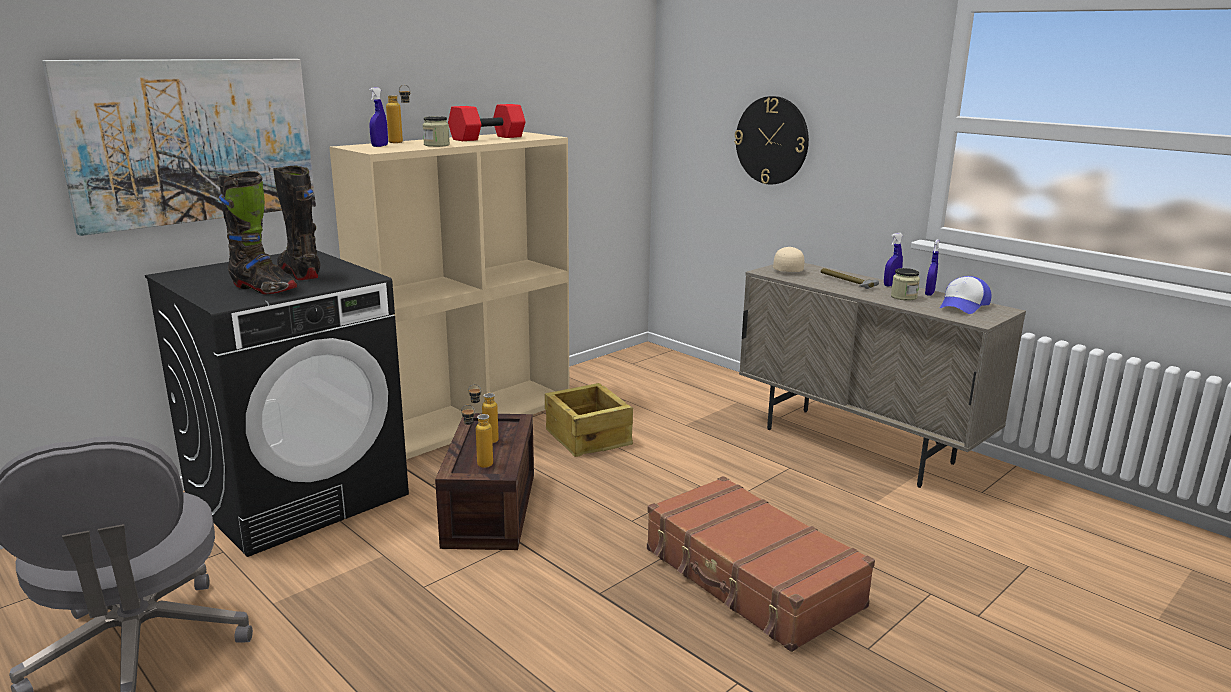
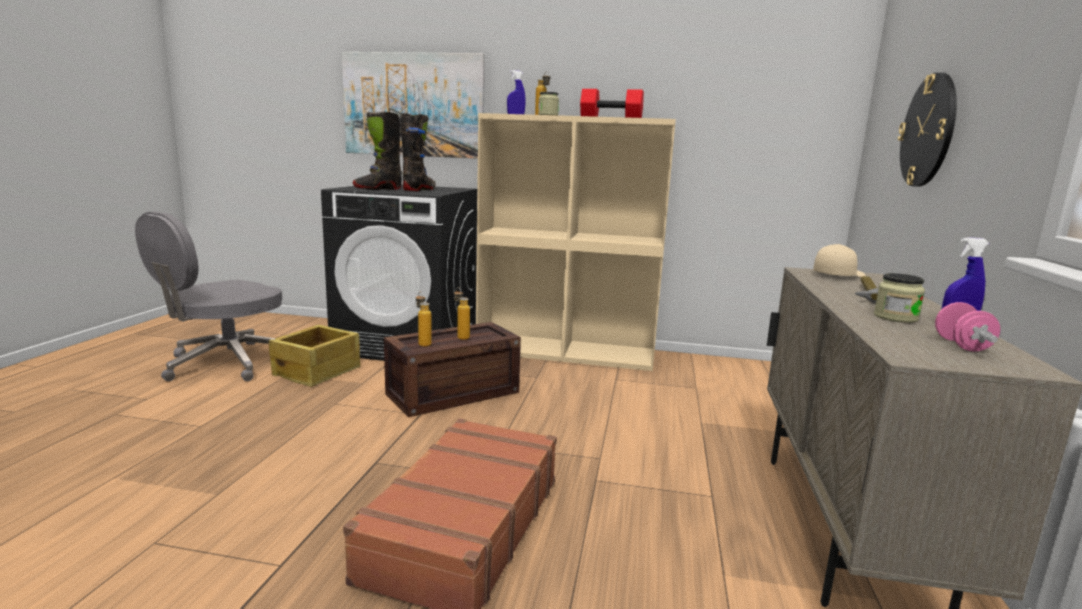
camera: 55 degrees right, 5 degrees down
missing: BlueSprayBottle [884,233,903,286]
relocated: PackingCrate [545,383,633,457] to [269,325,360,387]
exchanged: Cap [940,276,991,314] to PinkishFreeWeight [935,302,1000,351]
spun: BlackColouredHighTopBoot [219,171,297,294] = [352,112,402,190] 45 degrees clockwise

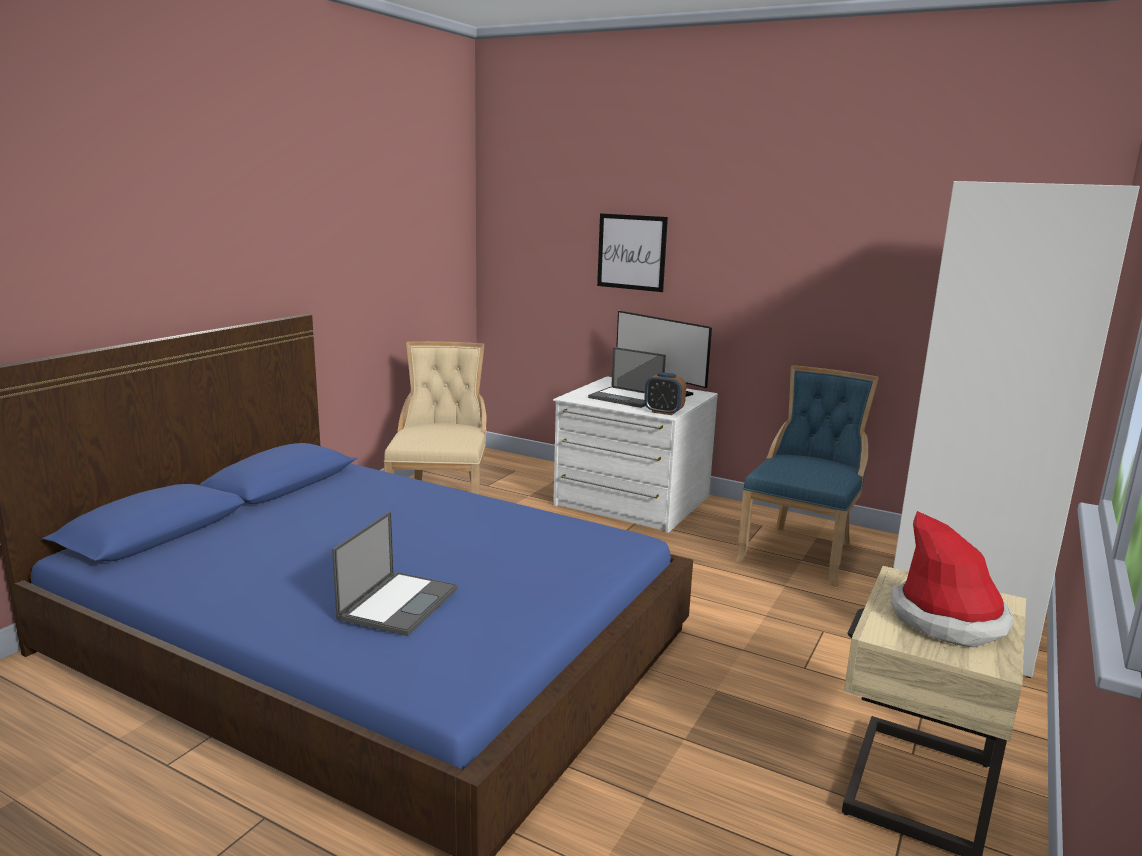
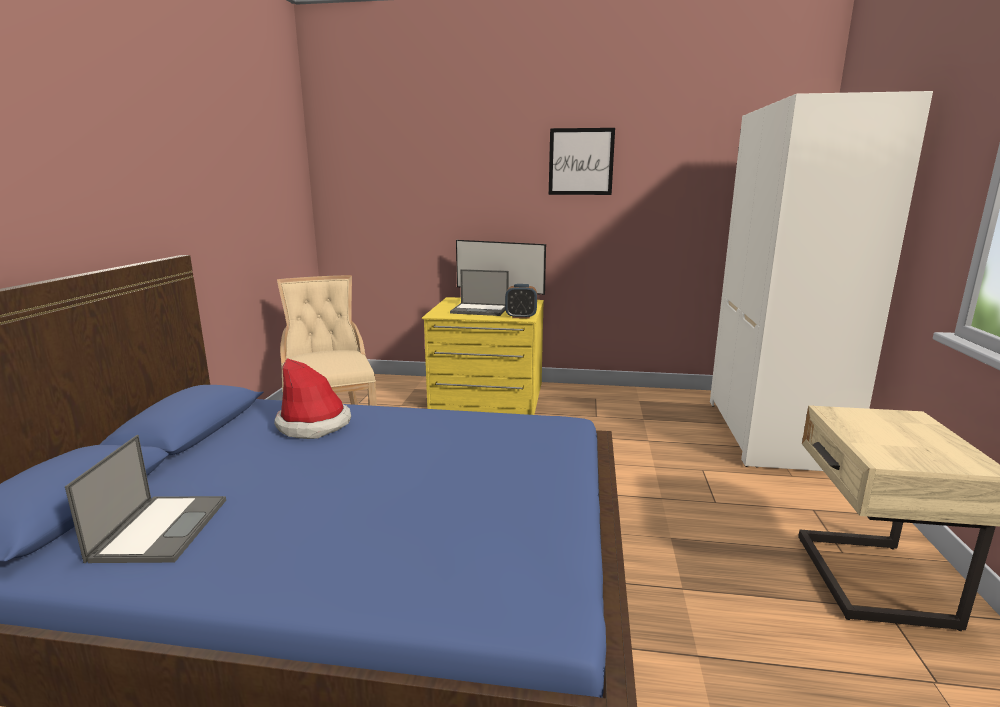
camera: 20 degrees left, 0 degrees up
missing: BluePlainChair [735,365,879,587]
relocated: WallPicture [597,213,668,292] to [549,128,615,195]; Laptop [332,511,458,636] to [65,435,226,563]; WearableHat [891,511,1013,647] to [274,358,351,439]
colour: WhiteDresser [553,377,718,533] to YellowColouredDresser [422,297,544,415]

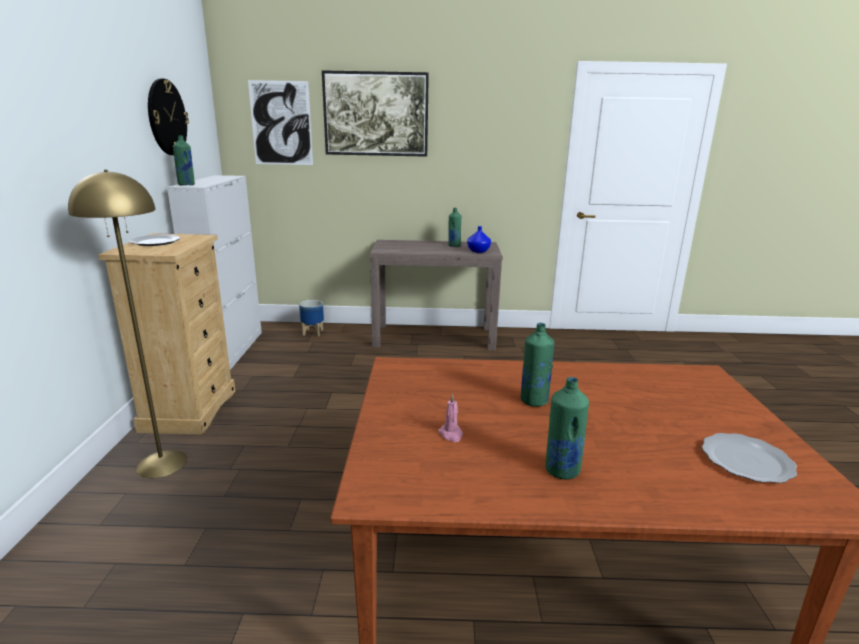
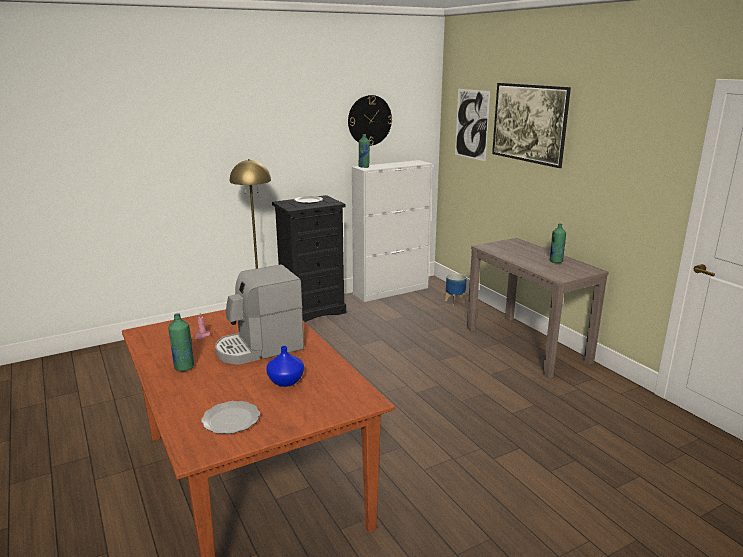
camera: 60 degrees right, 0 degrees up
relocated: BlueFlowerVase [467,226,491,253] to [266,346,304,387]
exchanged: GreenColouredDrinkBottle [520,323,554,407] to CoffeeMachine [215,265,304,365]
colour: BeigeColouredDresser [98,233,235,435] to BlackColouredDresser [272,195,346,322]

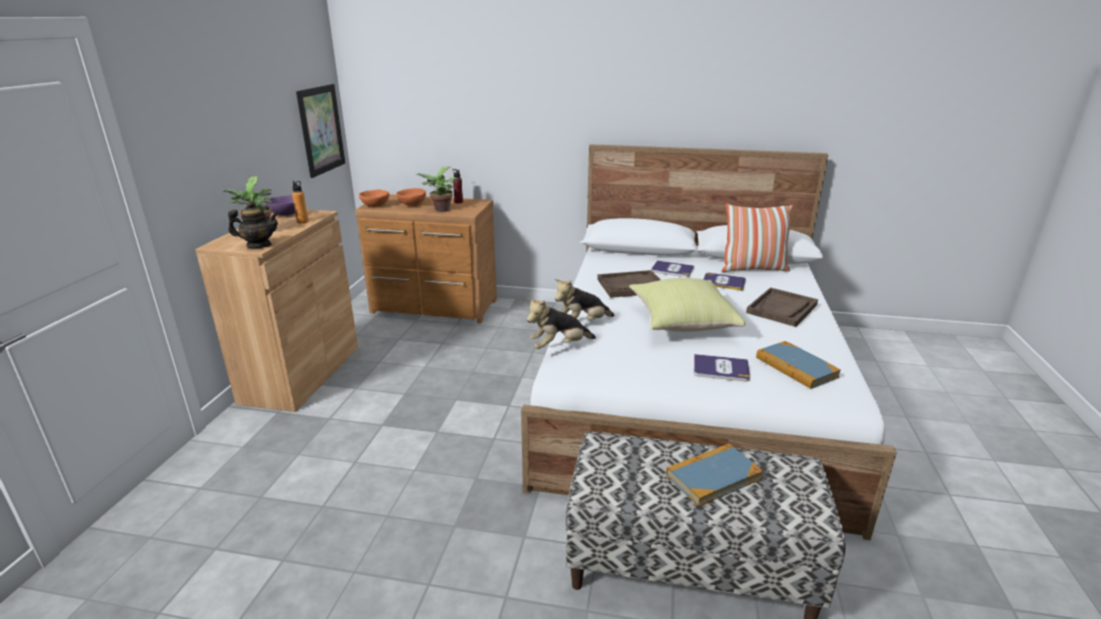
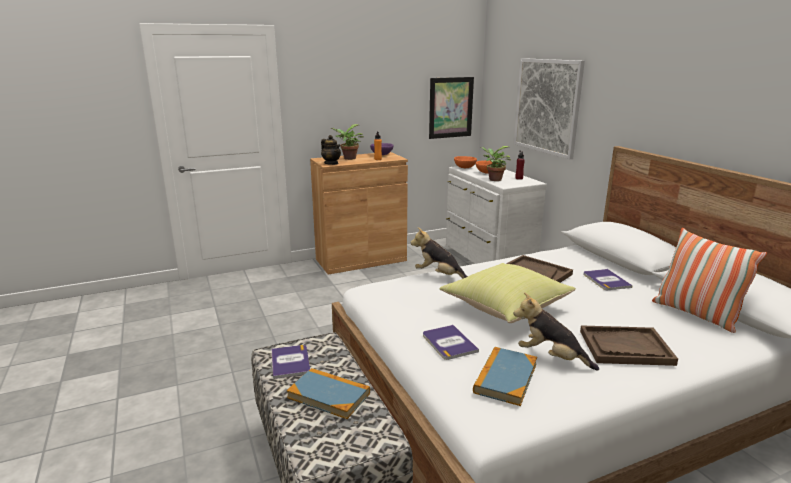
camera: 55 degrees right, 5 degrees down
appeared: WallPicture [514,58,585,159]
relocated: BoundBook [703,273,746,291] to [272,345,310,379]; CuddlyToy [527,298,596,349] to [514,292,599,371]
colour: BrownColouredDresser [355,194,497,324] to WhiteDresser [446,164,547,264]

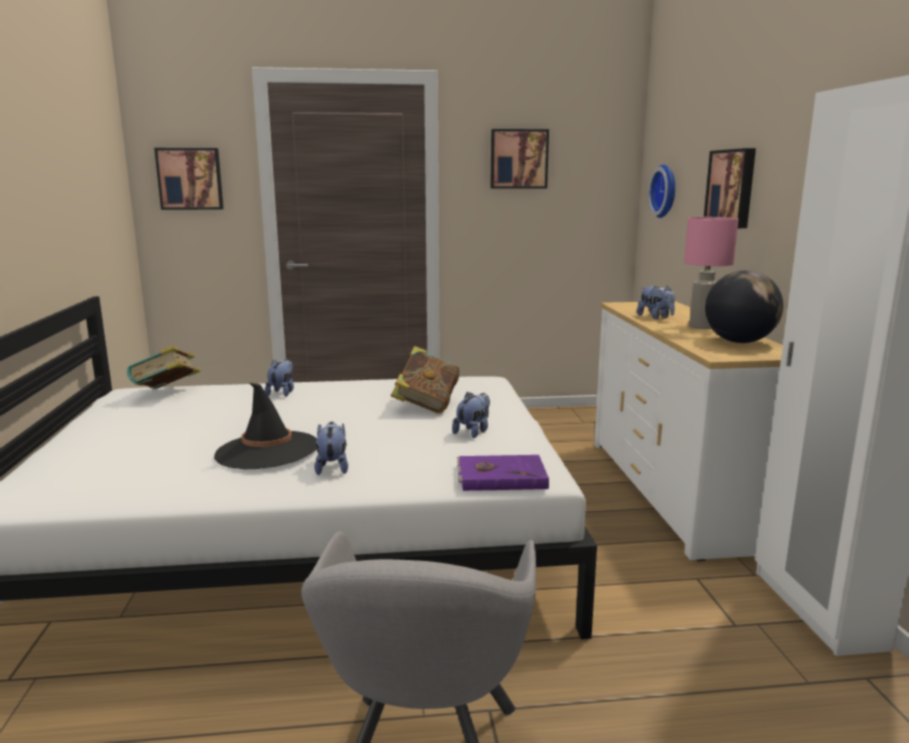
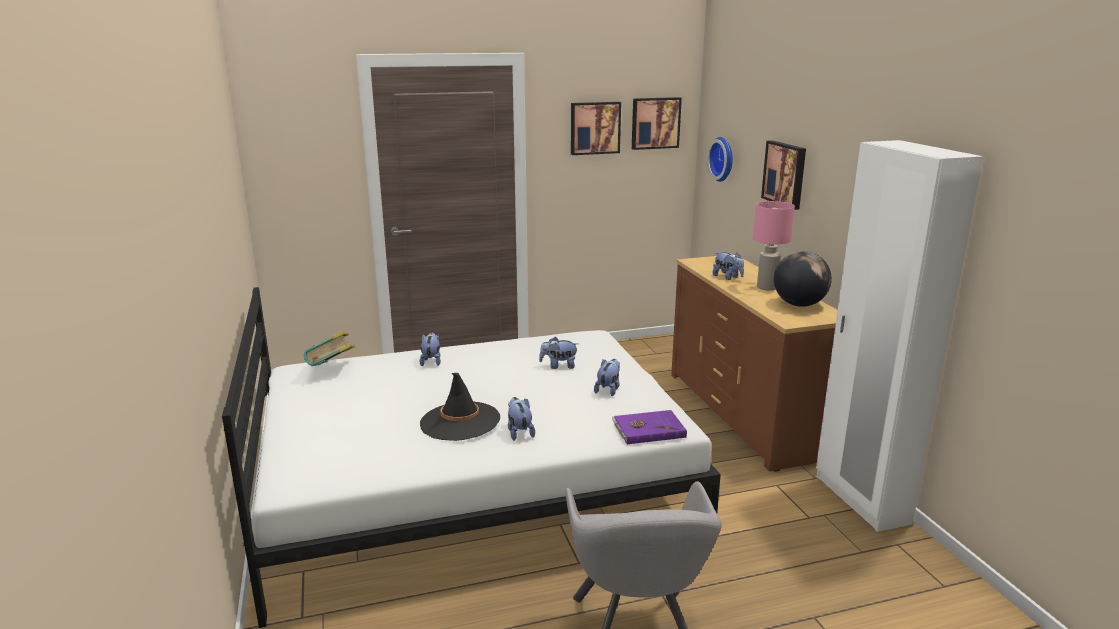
camera: 10 degrees left, 5 degrees up
relocated: WallPicture [154,148,224,210] to [632,97,682,150]
exchanged: BoundBook [391,346,459,414] to CuddlyToy [539,337,578,369]
colour: WhiteDresser [594,301,783,561] to BrownColouredDresser [671,254,838,472]

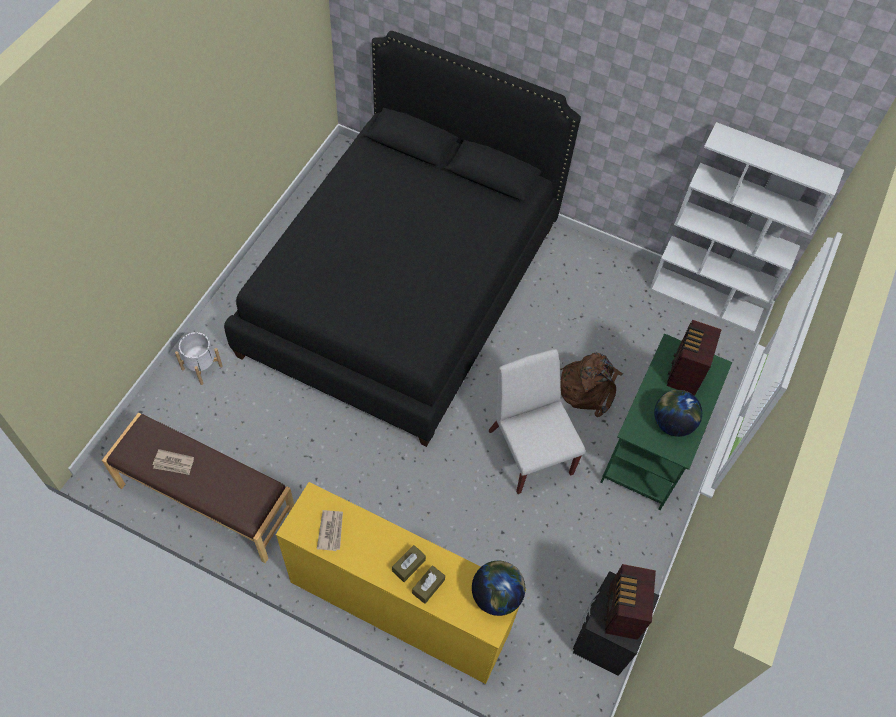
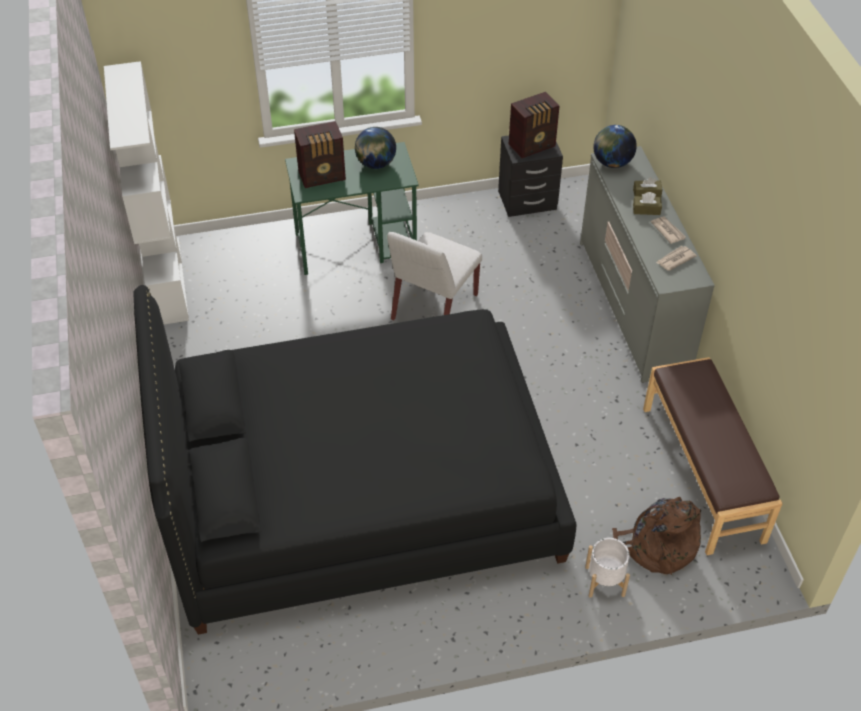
camera: 125 degrees left, 10 degrees down
relocated: BrownColouredRucksack [560,353,623,417] to [612,497,701,576]; PrintedPaper [153,449,194,475] to [651,216,686,244]
colour: YellowColouredDresser [276,482,526,684] to GreyDresser [580,146,715,383]

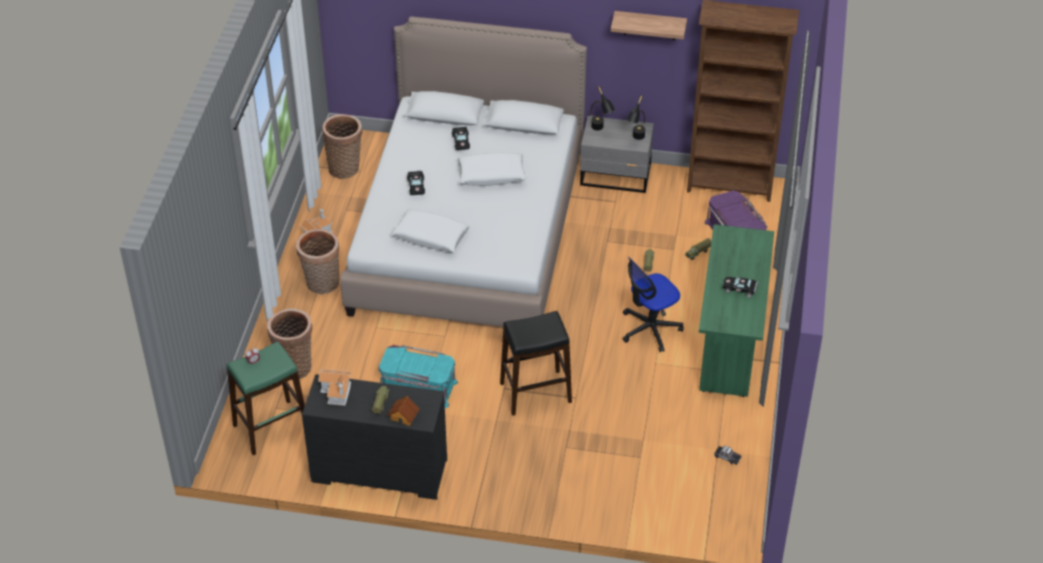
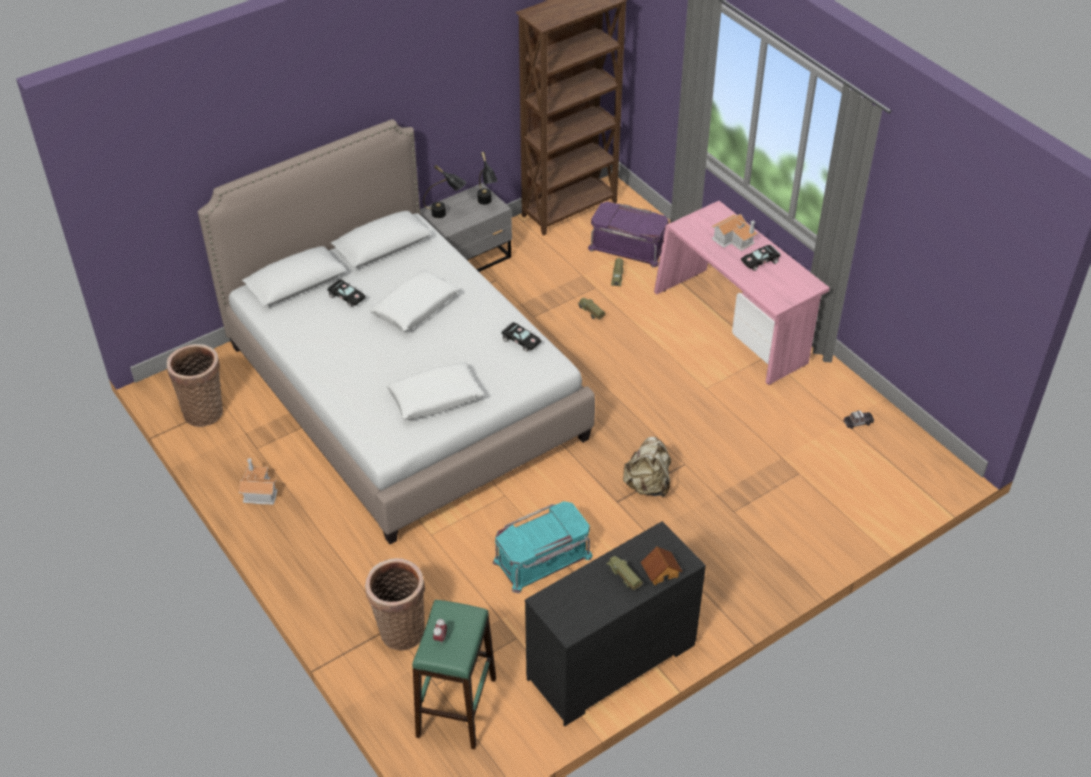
camera: 45 degrees left, 0 degrees up
missing: BracketShelf [611,11,687,40]; Basket [296,229,340,294]; DeskChair [622,257,684,352]
relocated: BlackColouredMiniatureCar [407,171,425,195] to [501,322,541,352]; ModelHouse [318,369,352,406] to [711,214,758,251]
exchanged: BlackColouredStool [500,311,572,416] to BeigeColouredRucksack [623,437,671,497]
colour: GreenColouredDesk [699,224,774,397] to PinkishDesk [654,201,830,385]

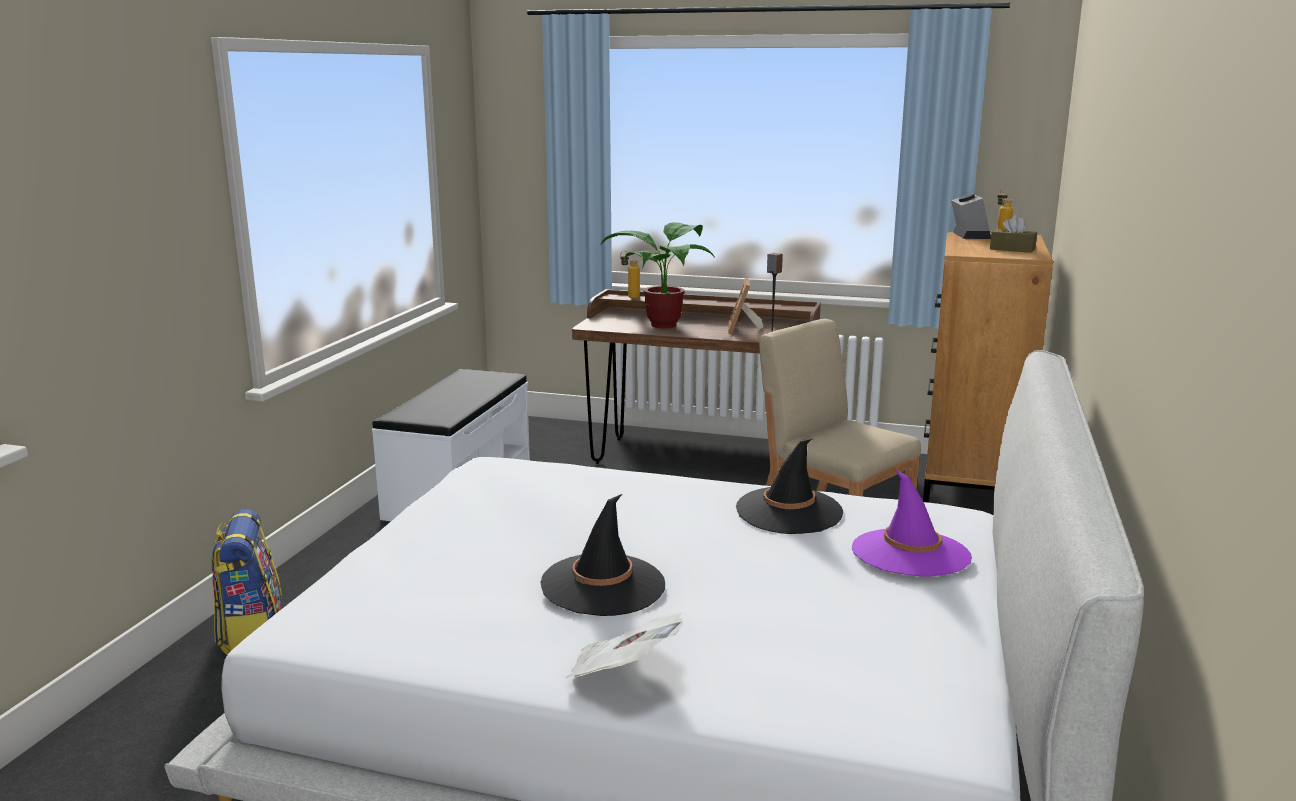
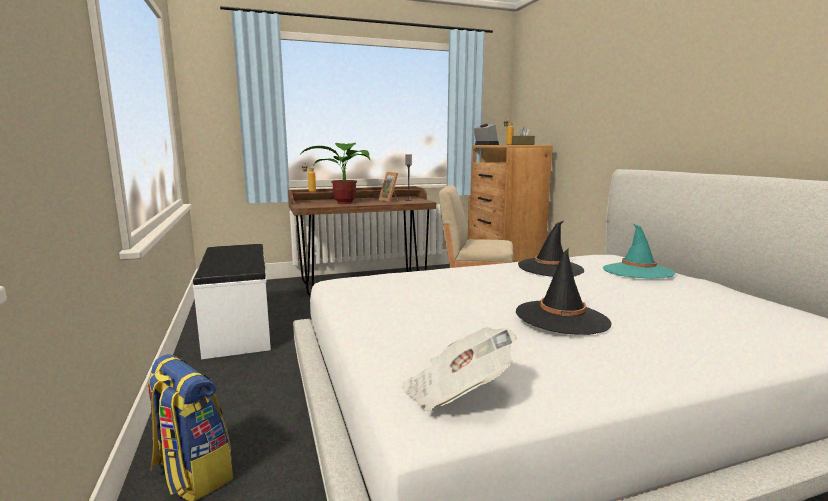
camera: 35 degrees left, 5 degrees down
relocated: PrintedPaper [566,612,683,678] to [402,327,517,412]
colour: PurpleColouredWearableHat [852,470,972,576] to BlueGreenWearableHat [603,224,676,279]

